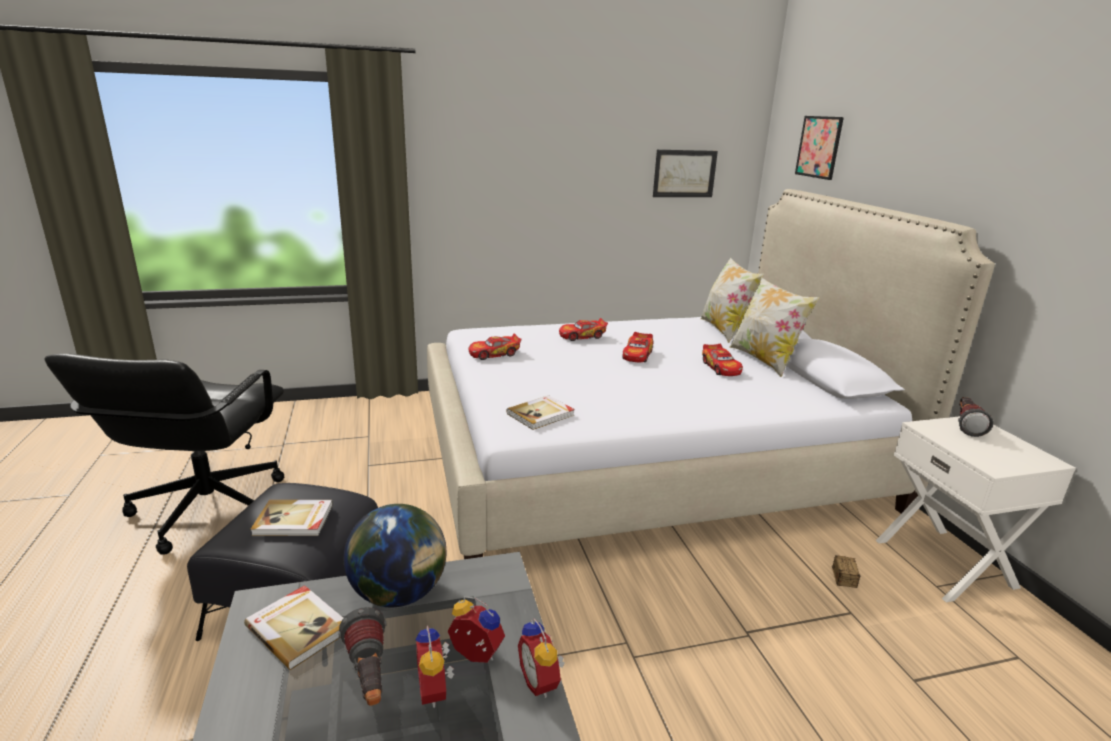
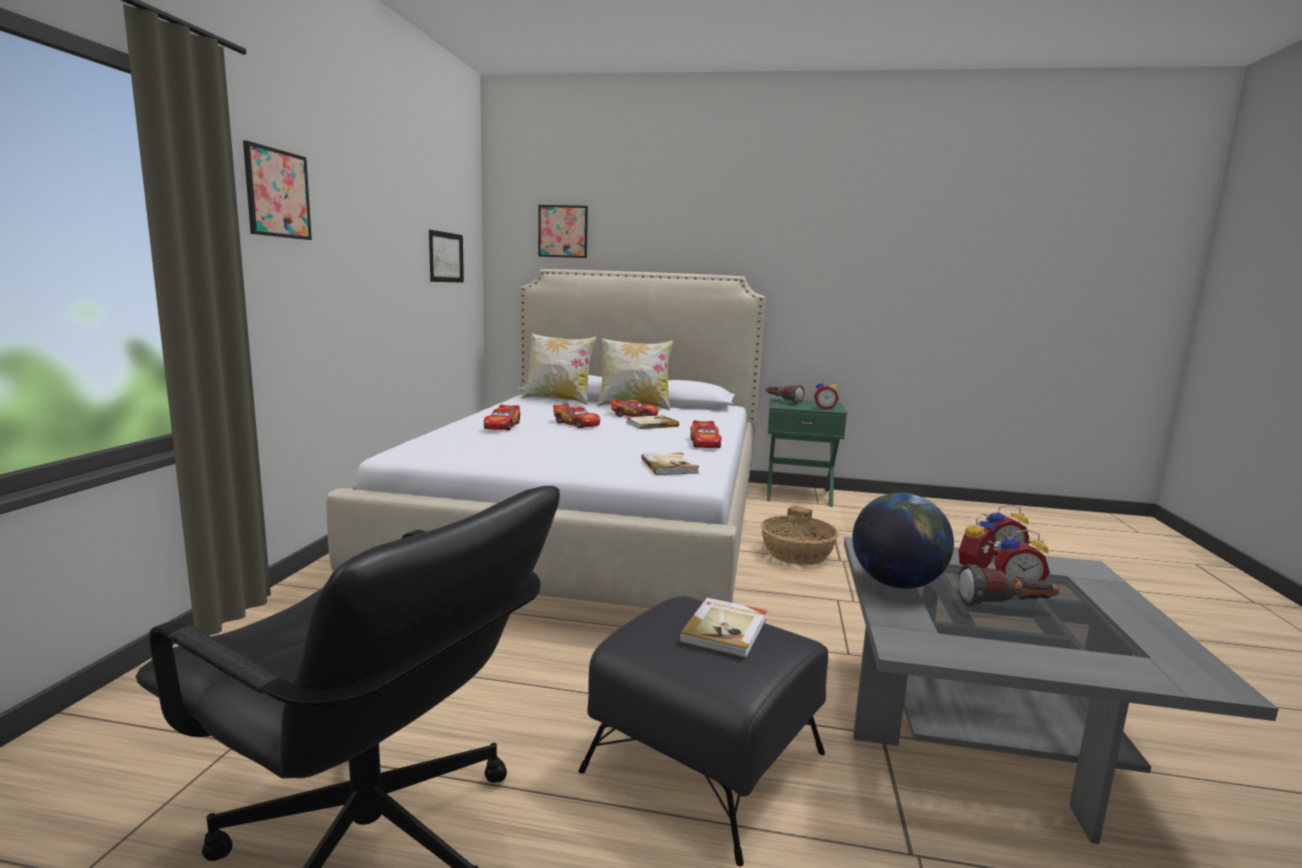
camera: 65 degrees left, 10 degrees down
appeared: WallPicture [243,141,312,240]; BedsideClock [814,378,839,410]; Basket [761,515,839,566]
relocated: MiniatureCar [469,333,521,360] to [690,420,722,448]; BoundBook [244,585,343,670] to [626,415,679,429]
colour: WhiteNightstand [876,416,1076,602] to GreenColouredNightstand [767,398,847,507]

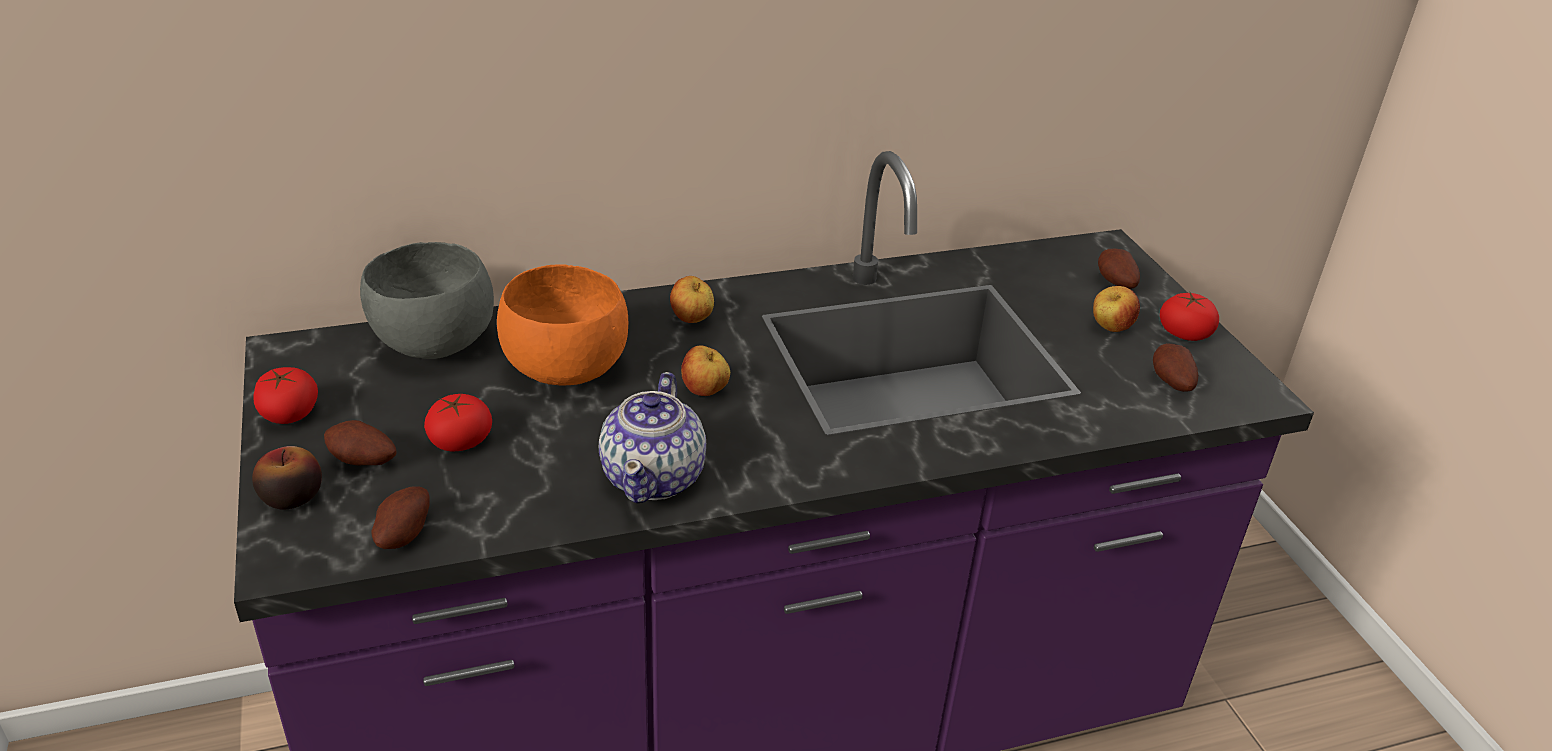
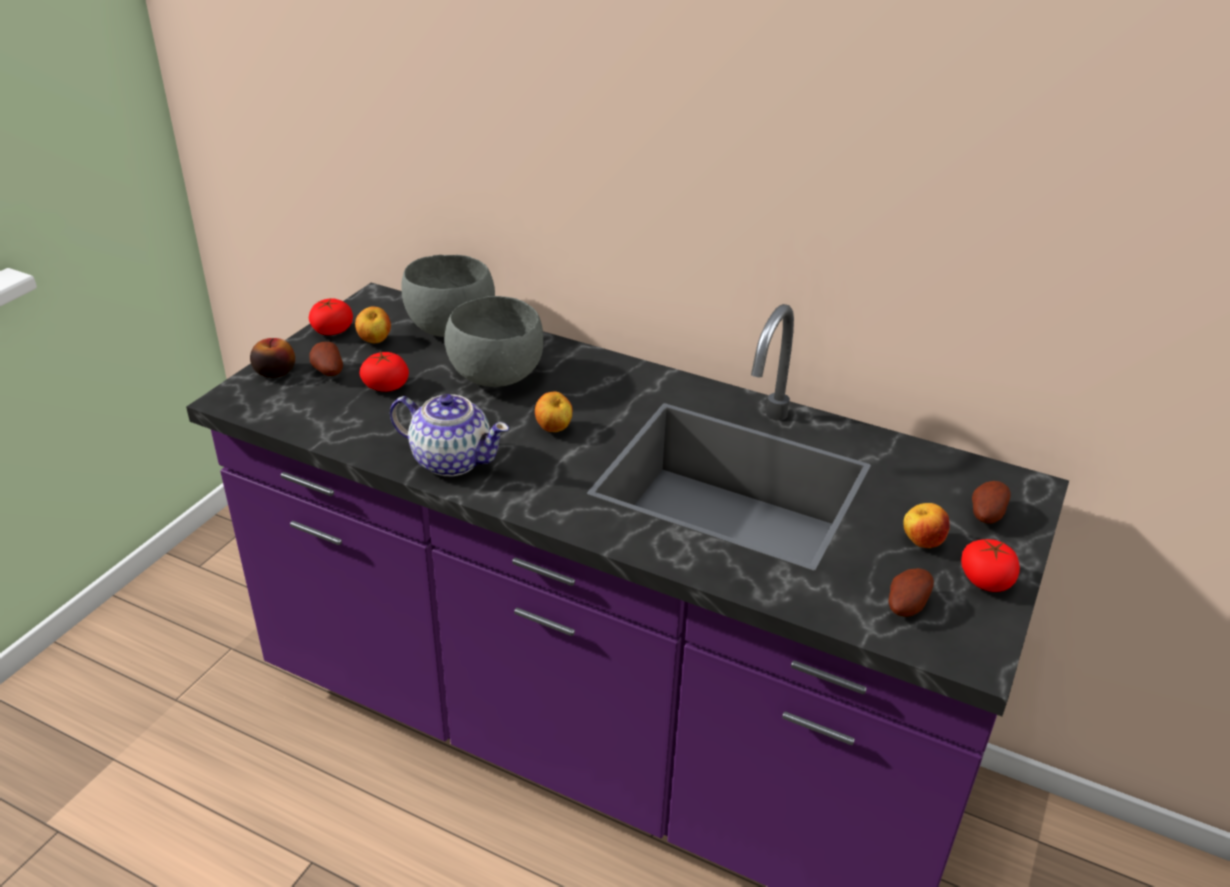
camera: 45 degrees right, 0 degrees up
missing: Potato [371,487,430,549]
relocated: Apple [670,276,714,323] to [355,307,391,343]
colour: OrangeDeepDish [497,264,628,385] to GreyDeepDish [445,296,544,387]
spun: PotForTea [599,372,706,504] = [390,394,509,476] 120 degrees counterclockwise

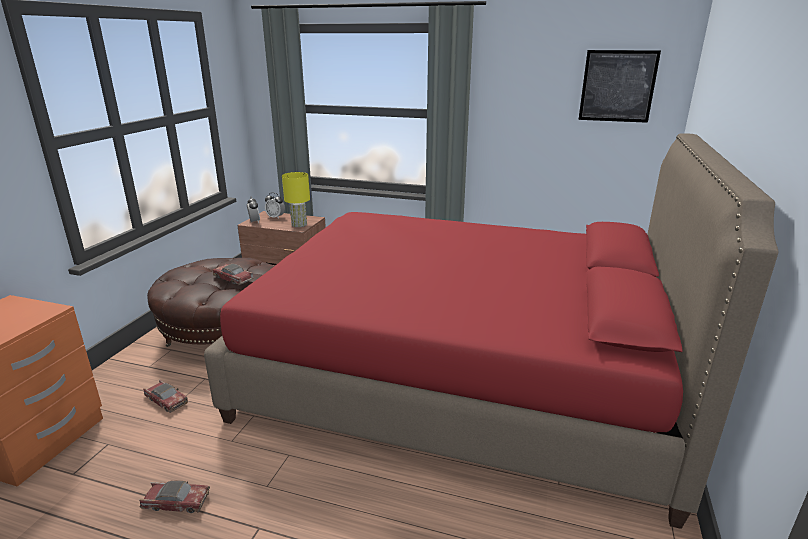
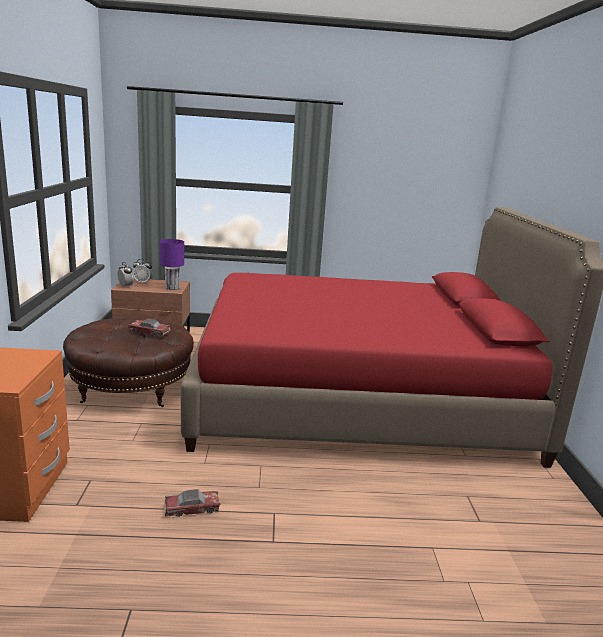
camera: 20 degrees left, 5 degrees down
missing: WallPicture [578,50,661,123]; MiniatureCar [143,380,188,413]
colour: YellowColouredTabletopLamp [282,172,310,227] to PurpleColouredTabletopLamp [160,239,184,290]

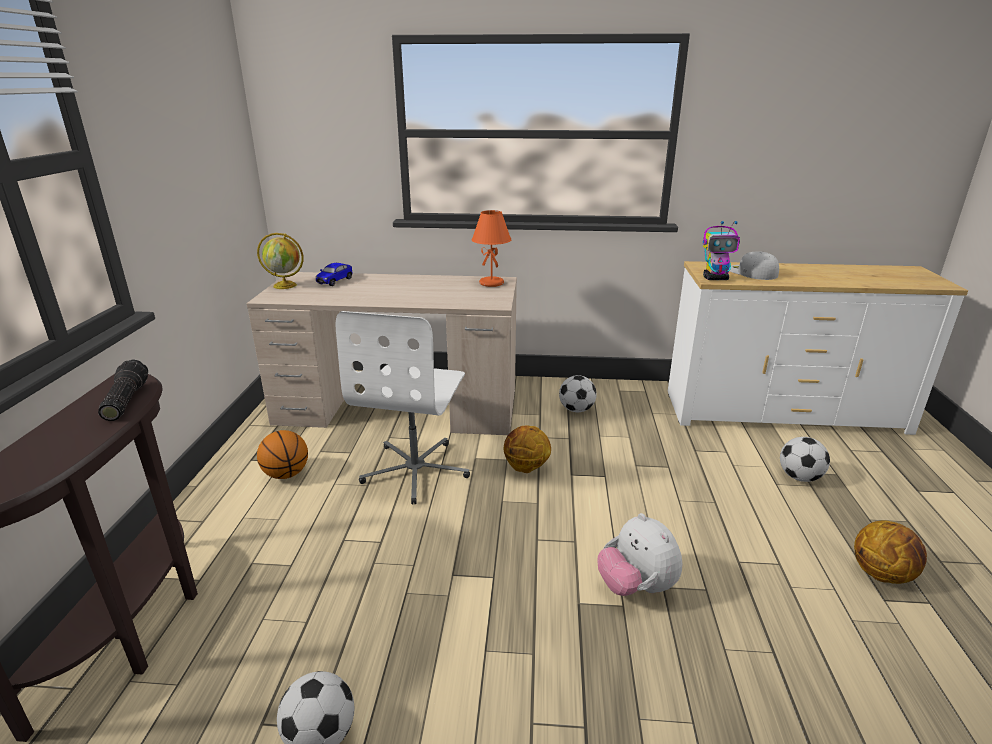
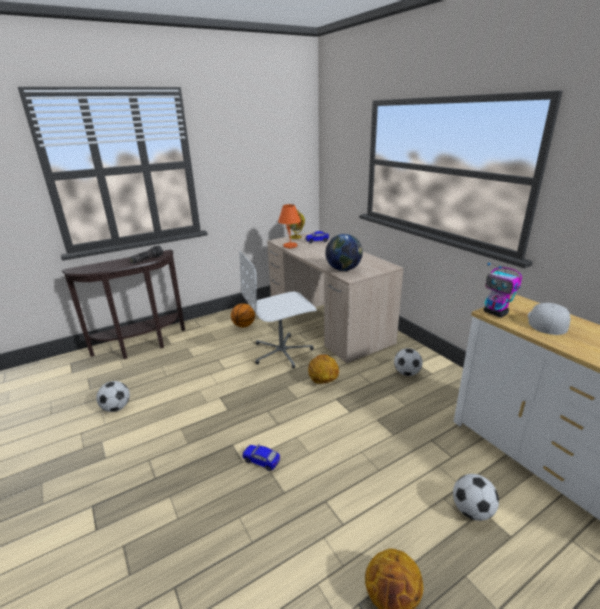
camera: 55 degrees right, 0 degrees up
appeared: WorldGlobe [325,234,363,271]
relocated: OrangeTabletopLamp [472,210,511,287] to [278,204,301,248]
exchanged: CuddlyToy [597,513,682,596] to MiniatureCar [242,444,280,471]

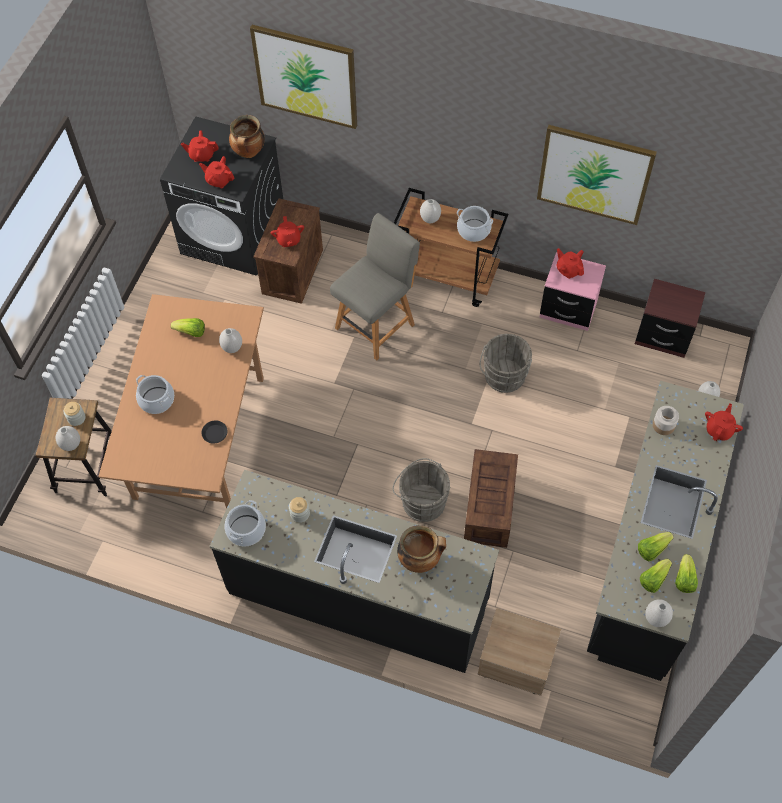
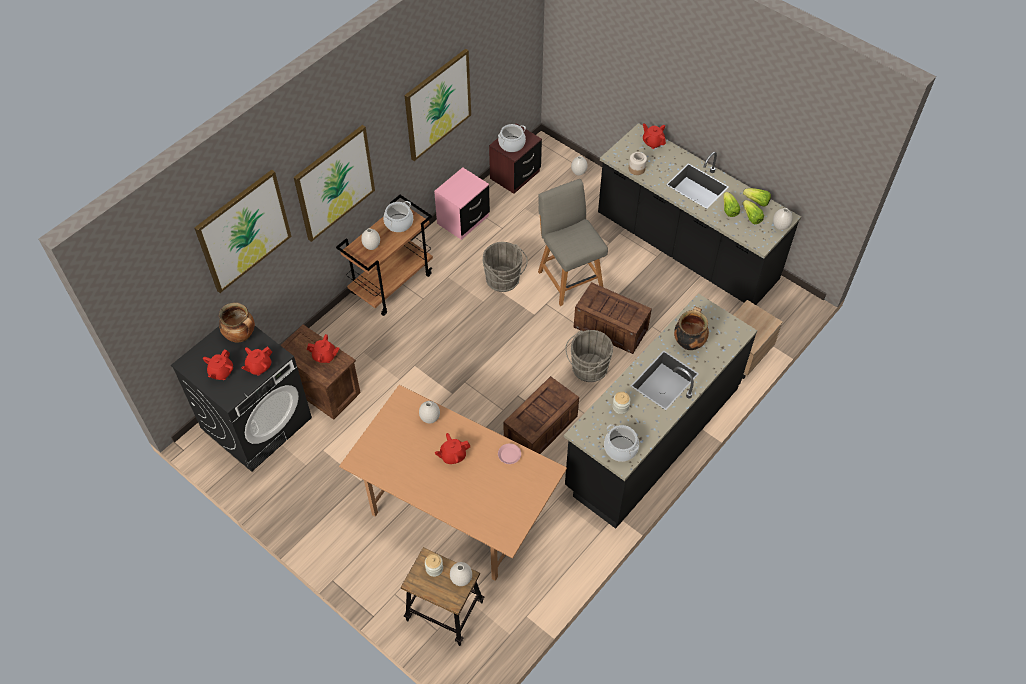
camera: 70 degrees left, 5 degrees down
missing: HeadOfLettuce [171,318,205,337]
appeared: WallPicture [294,125,375,242]; PackingCrate [504,376,579,454]
relocated: GreyPlainChair [330,213,420,361] to [538,179,608,306]; RedColouredPotForTea [557,248,584,279] to [435,433,470,464]; CookingPot [136,375,174,414] to [498,124,526,152]
colour: BlackColouredPlate [202,421,228,444] to PinkishPlate [498,443,521,464]

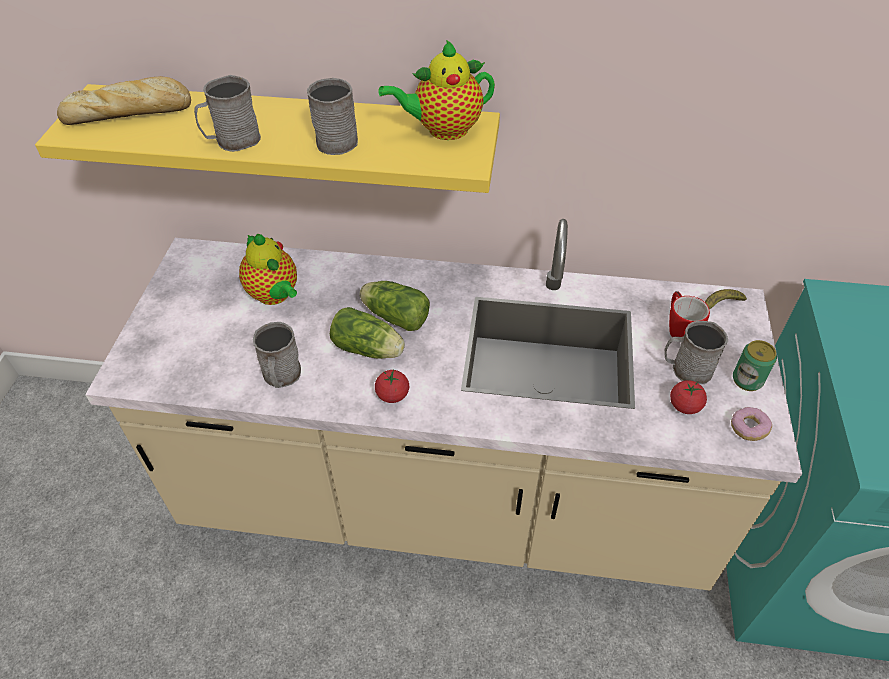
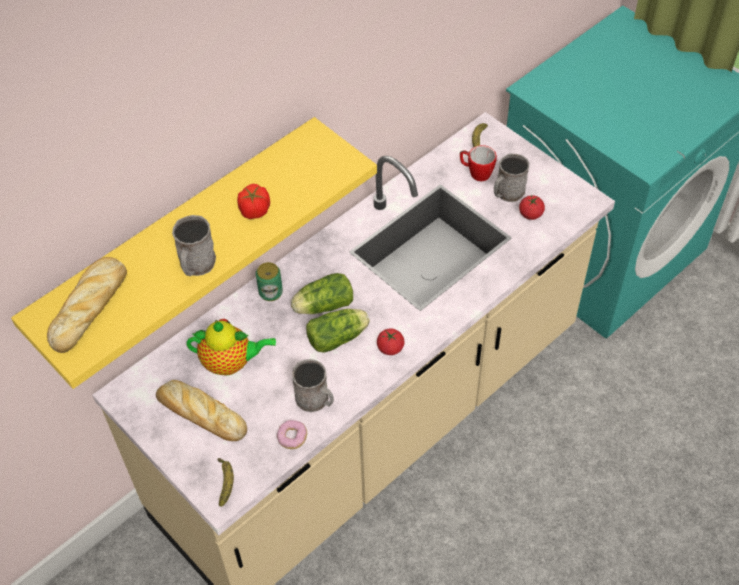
camera: 50 degrees left, 5 degrees up
missing: PotForTea [378,40,495,140]
appeared: BakeryBread [156,380,247,441]; WholeBanana [217,458,234,507]
relocated: Can [733,340,777,391] to [256,262,283,301]; Donut [731,407,772,441] to [277,420,307,449]
exchanged: GreyTeaMug [307,78,358,155] to FreshTomato [237,184,270,219]

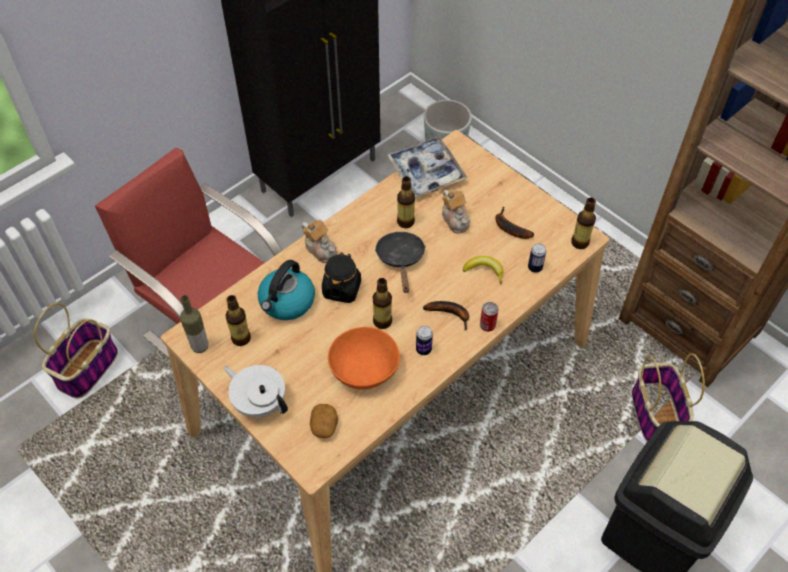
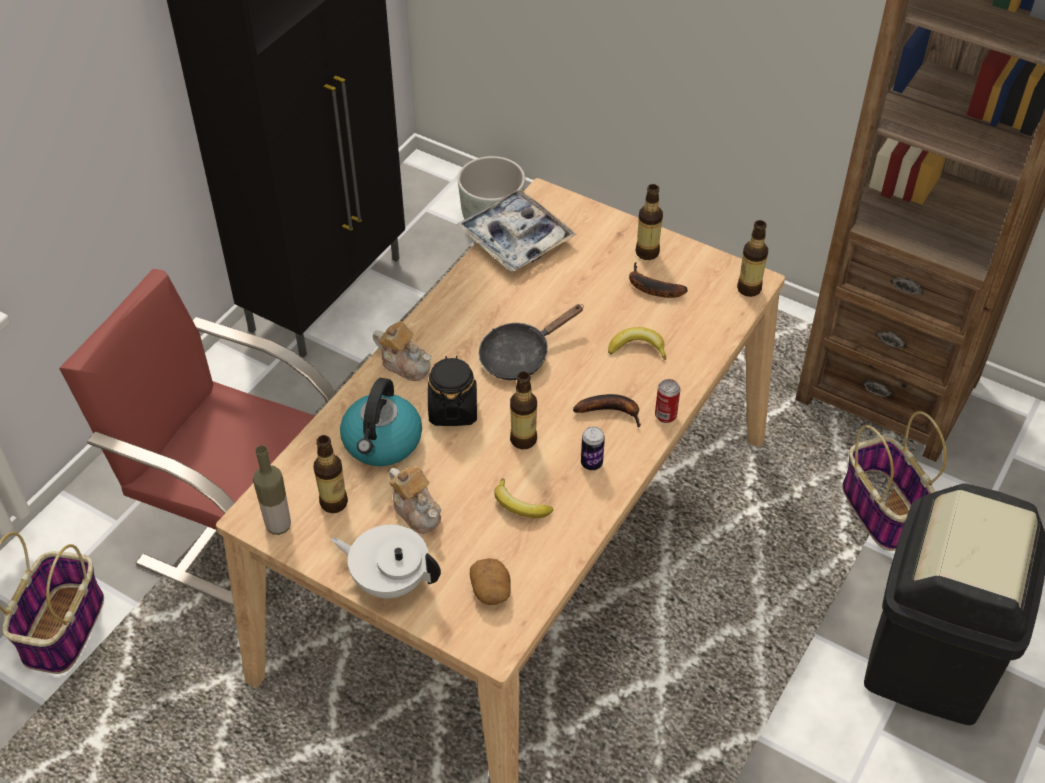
camera: 15 degrees left, 5 degrees down
missing: Can [528,243,546,273]
relocated: DrinkBottle [397,176,415,228] to [635,184,663,260]; PotForTea [442,190,471,234] to [389,466,441,534]
exchanged: OrangeDeepDish [328,327,400,390] to WholeBanana [494,478,553,518]
spun: BlackColouredSkillet [375,232,426,293] = [478,304,584,380] 105 degrees counterclockwise

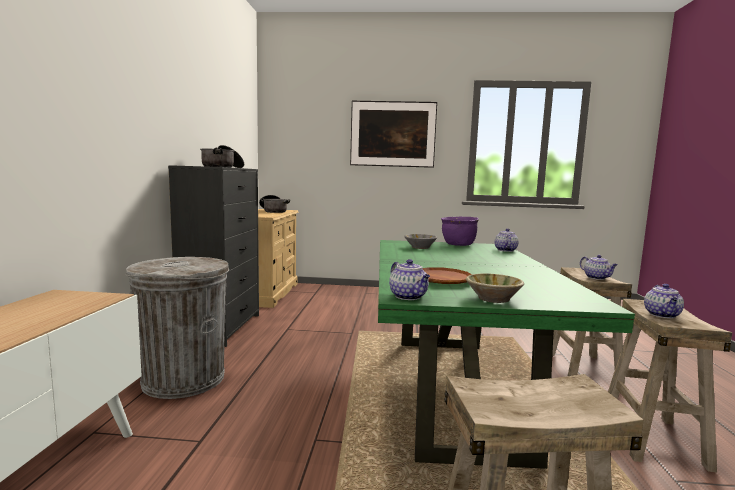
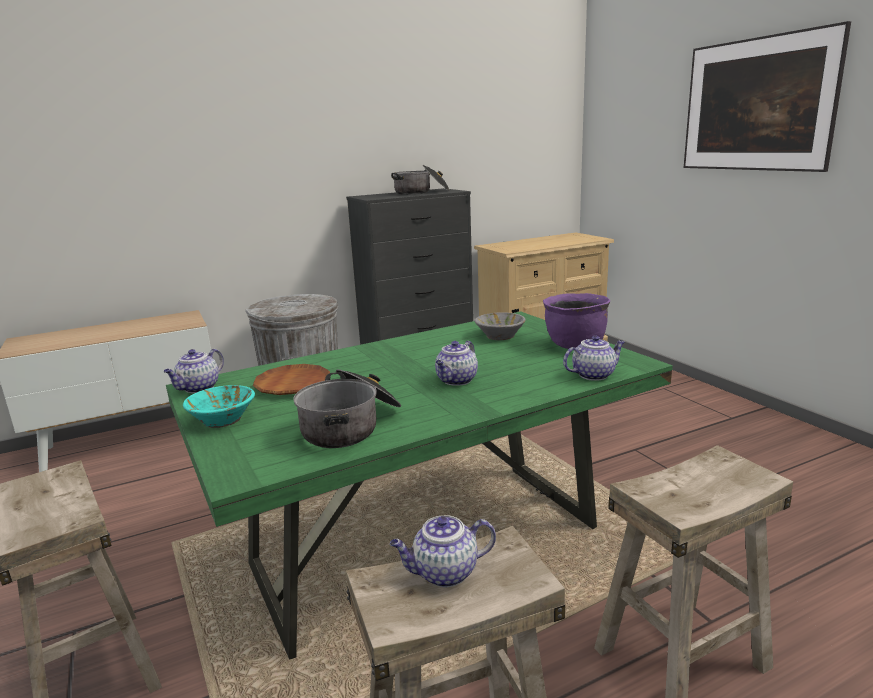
camera: 60 degrees right, 10 degrees up
relocated: CookingPot [259,195,290,213] to [293,369,401,448]; PotForTea [580,255,618,280] to [435,341,478,386]
colour: BeigeColouredDeepDish [466,273,524,303] to BlueGreenDeepDish [183,385,255,428]

